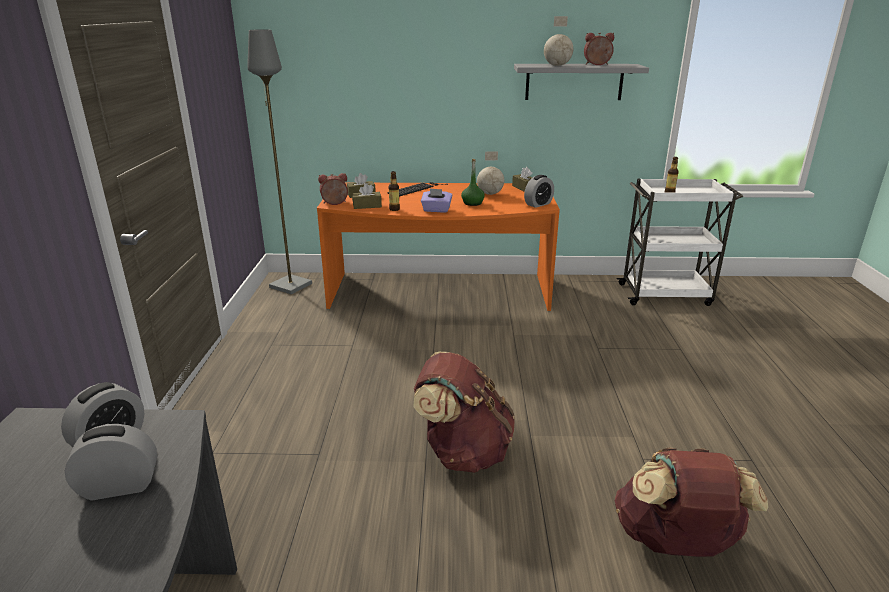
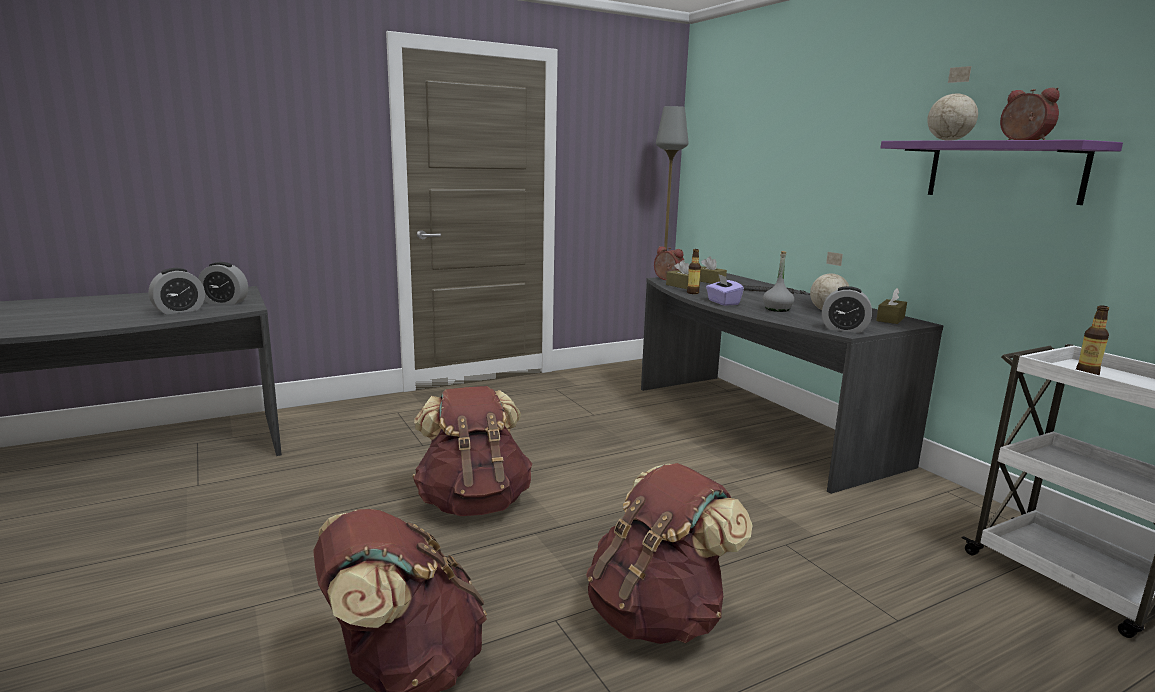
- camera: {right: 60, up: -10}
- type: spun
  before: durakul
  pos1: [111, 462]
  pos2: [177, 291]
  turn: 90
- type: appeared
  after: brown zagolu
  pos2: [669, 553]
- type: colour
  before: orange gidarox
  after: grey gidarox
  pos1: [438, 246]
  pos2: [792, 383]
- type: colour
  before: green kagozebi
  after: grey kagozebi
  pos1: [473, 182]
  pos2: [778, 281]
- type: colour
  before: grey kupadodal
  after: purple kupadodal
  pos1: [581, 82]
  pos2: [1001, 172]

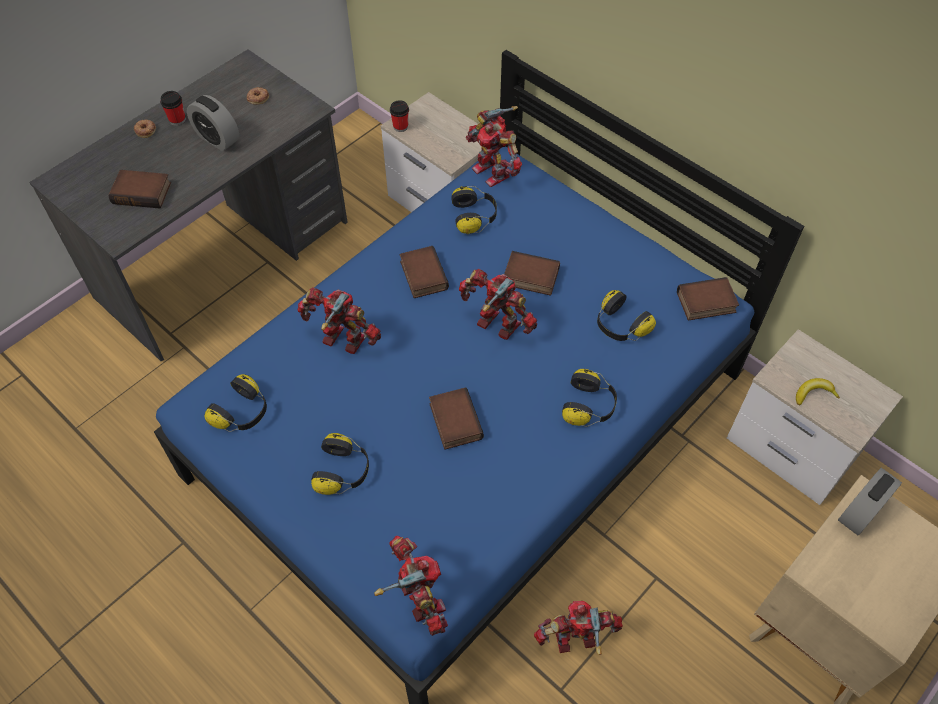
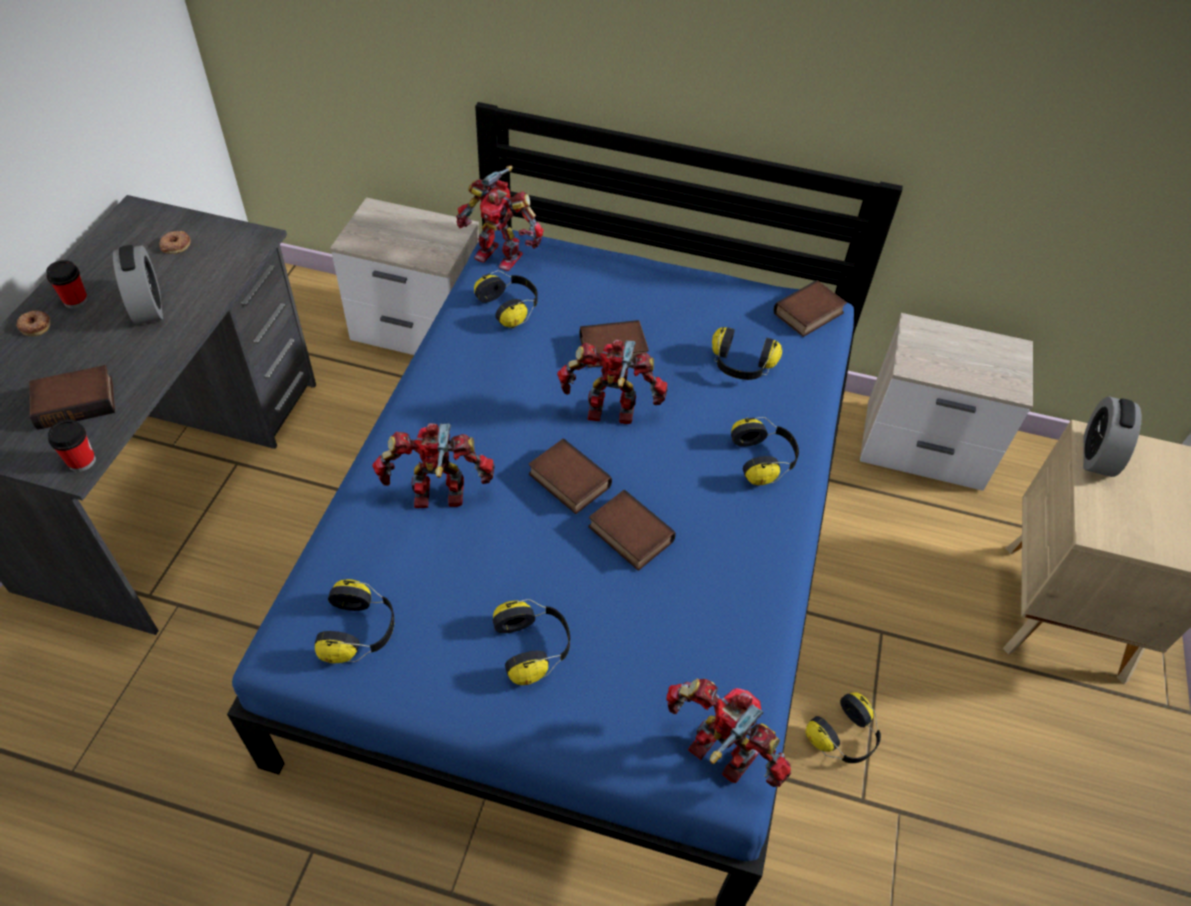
- camera: {right: -30, up: -5}
- type: relocated
  before: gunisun
  pos1: [399, 116]
  pos2: [72, 446]
- type: spun
  before: durakul
  pos1: [213, 123]
  pos2: [138, 285]
  turn: -120
- type: relocated
  before: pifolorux
  pos1: [424, 272]
  pos2: [570, 476]
- type: exchanged
  before: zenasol
  after: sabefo
  pos1: [578, 628]
  pos2: [843, 727]
- type: missing
  before: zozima
  pos1: [818, 391]

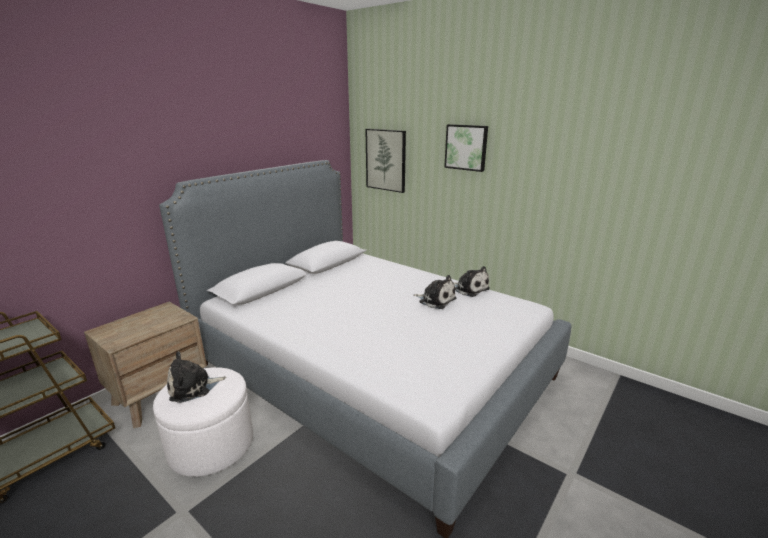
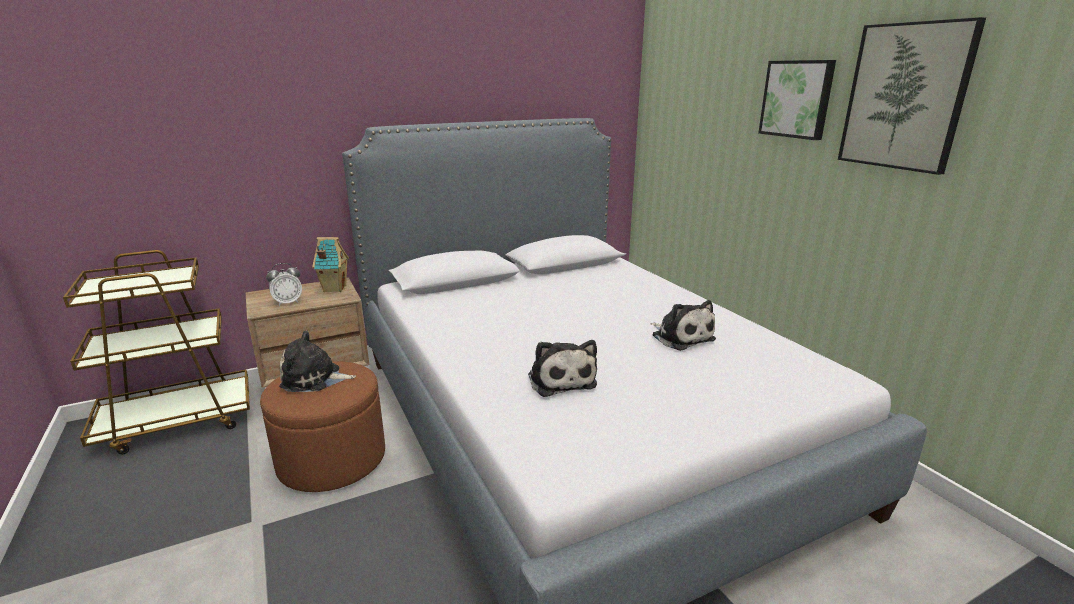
- camera: {right: 25, up: 0}
- type: colour
  before: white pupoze
  after: brown pupoze
  pos1: [203, 422]
  pos2: [322, 426]
- type: appeared
  after: durakul
  pos2: [284, 284]
- type: appeared
  after: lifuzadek
  pos2: [330, 264]
- type: relocated
  before: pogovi
  pos1: [471, 281]
  pos2: [562, 368]
- type: relocated
  before: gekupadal
  pos1: [386, 161]
  pos2: [912, 96]

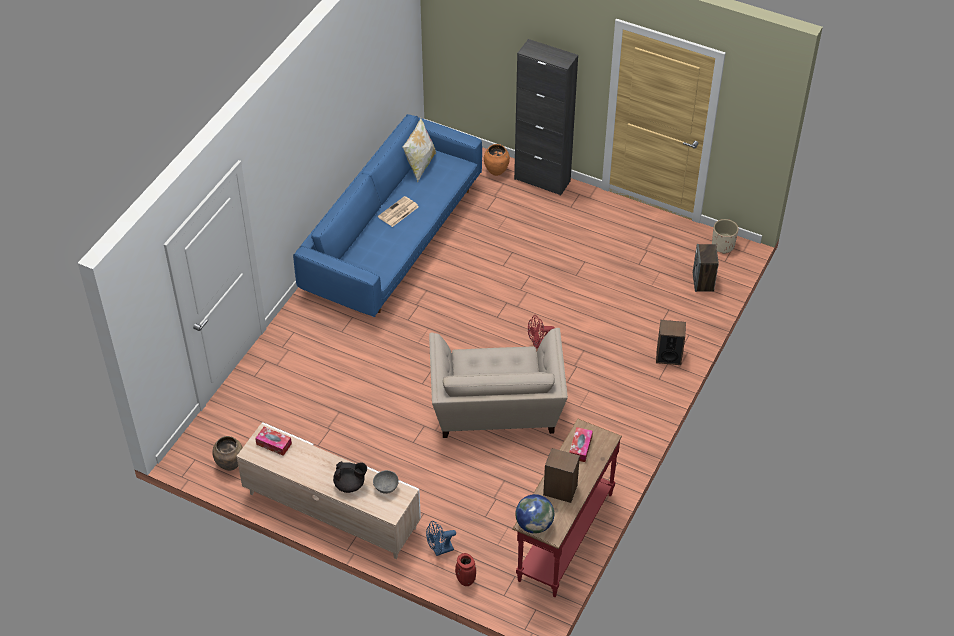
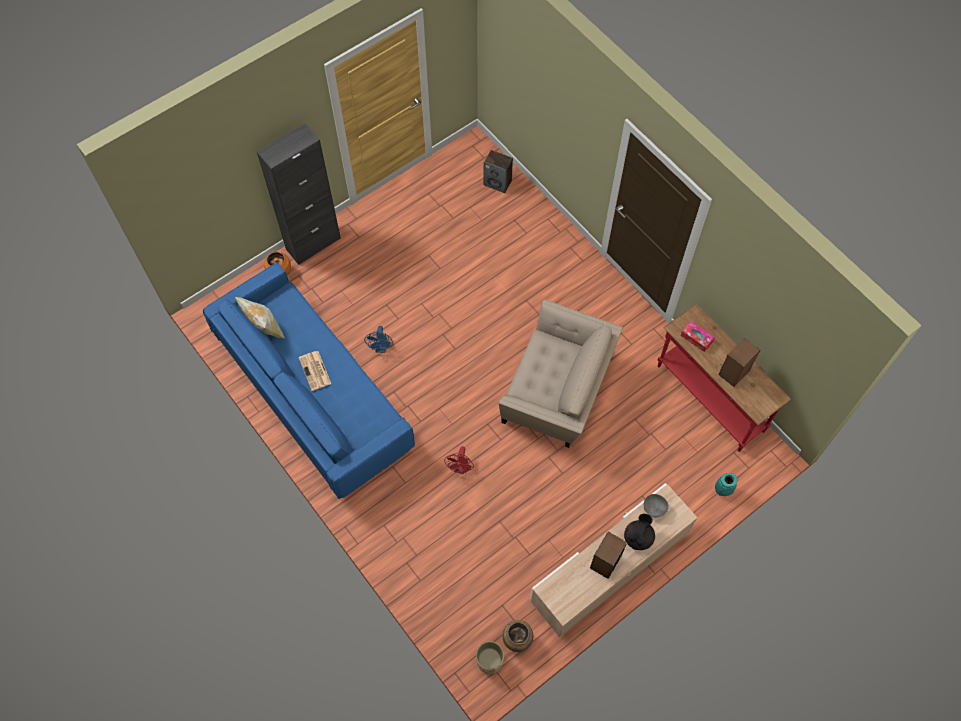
- camera: {right: -65, up: 15}
- type: relocated
  before: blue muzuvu
  pos1: [441, 538]
  pos2: [378, 339]
- type: relocated
  before: red muzuvu
  pos1: [541, 331]
  pos2: [459, 460]
- type: relocated
  before: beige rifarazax
  pos1: [725, 236]
  pos2: [490, 657]
- type: relocated
  before: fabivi
  pos1: [671, 342]
  pos2: [608, 555]
- type: colour
  before: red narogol
  after: turquoise narogol
  pos1: [465, 569]
  pos2: [726, 484]
- type: missing
  before: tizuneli
  pos1: [273, 441]
- type: missing
  before: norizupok
  pos1: [534, 514]

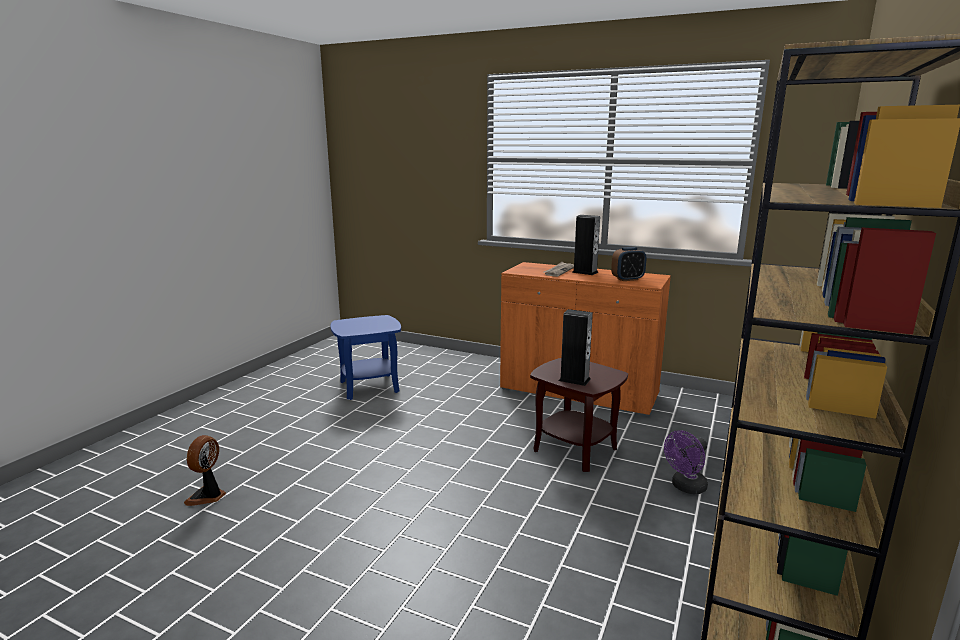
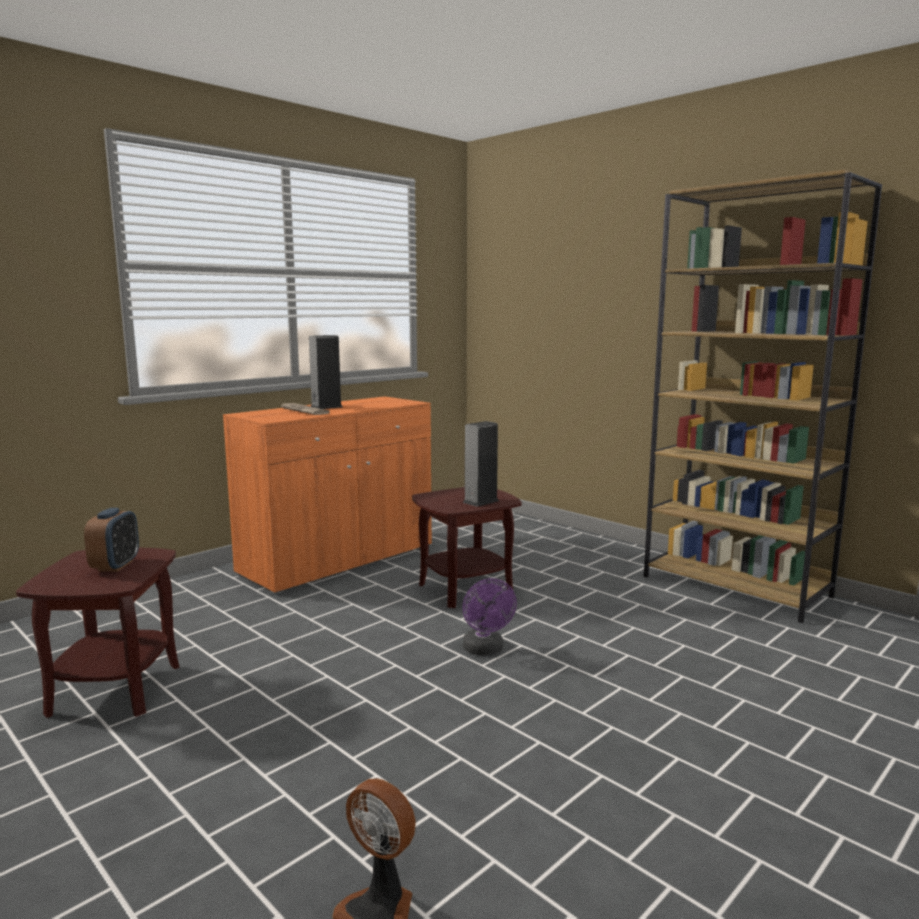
- camera: {right: -70, up: -5}
- type: colour
  before: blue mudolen
  after: brown mudolen
  pos1: [366, 357]
  pos2: [98, 633]
- type: relocated
  before: durakul
  pos1: [628, 264]
  pos2: [111, 540]
- type: relocated
  before: purple muzuvu
  pos1: [686, 462]
  pos2: [489, 617]

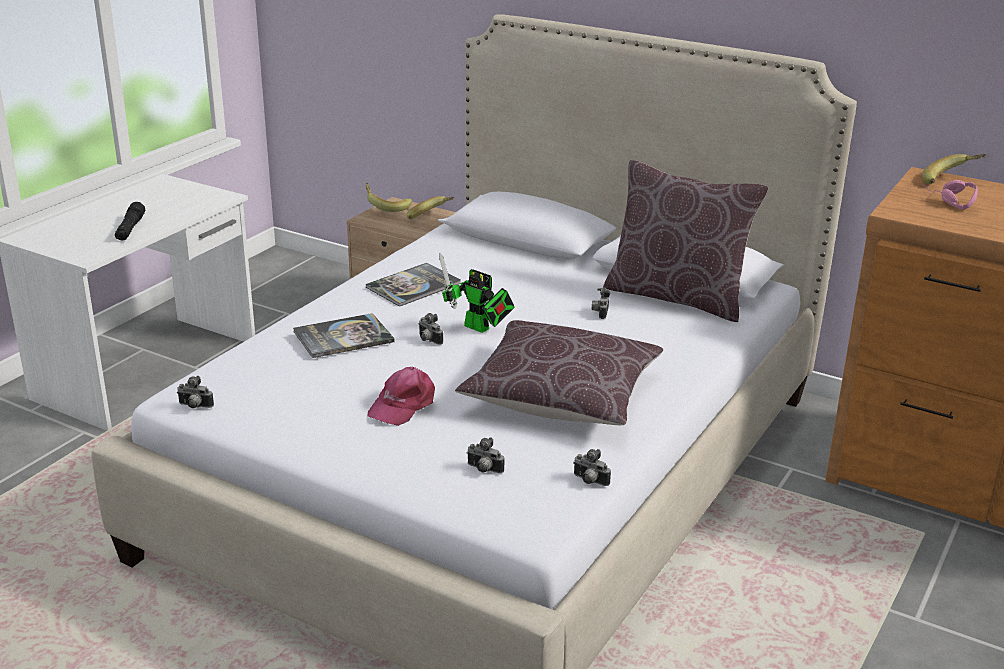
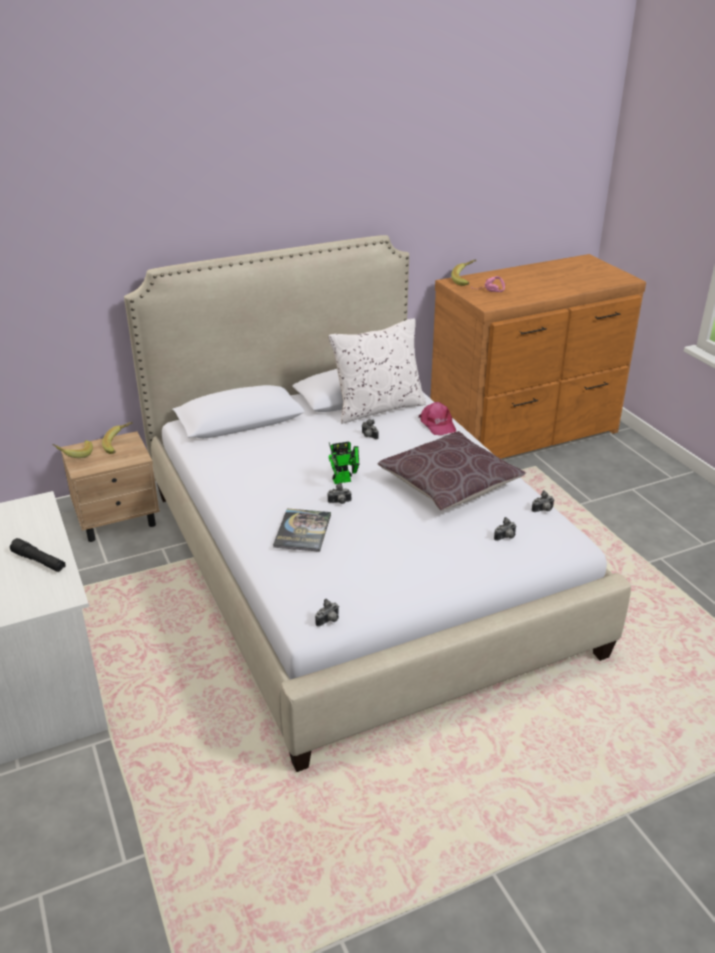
- camera: {right: -55, up: 5}
- type: colour
  before: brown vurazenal
  after: white vurazenal
  pos1: [686, 241]
  pos2: [377, 371]
- type: relocated
  before: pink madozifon
  pos1: [401, 396]
  pos2: [437, 418]
- type: missing
  before: pifolorux
  pos1: [413, 285]

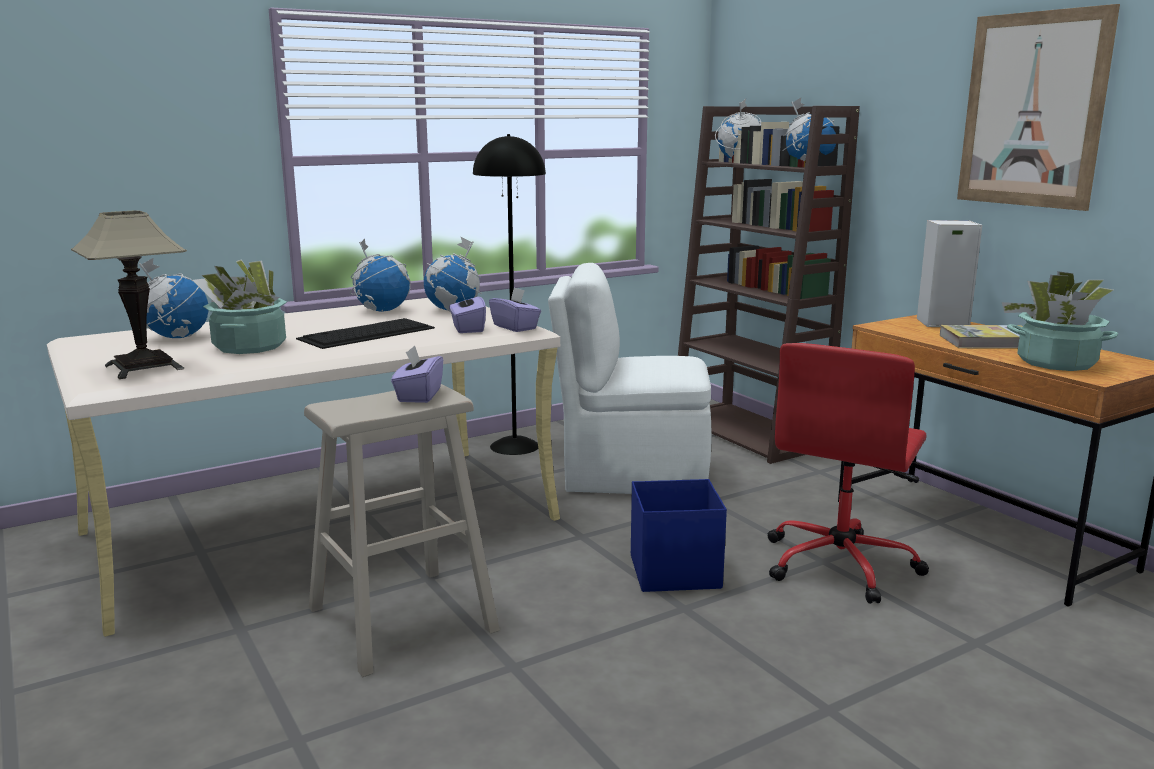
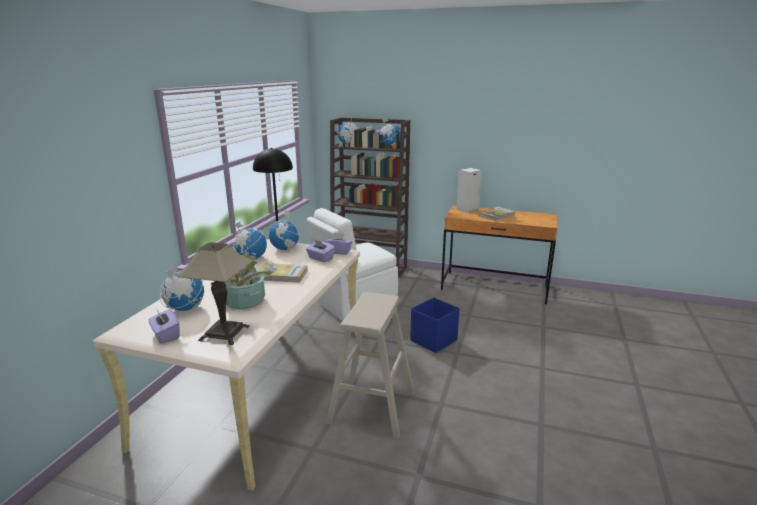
- camera: {right: -40, up: 5}
- type: relocated
  before: purple tizuneli
  pos1: [417, 374]
  pos2: [164, 326]
- type: exchanged
  before: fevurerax
  after: pifolorux
  pos1: [365, 333]
  pos2: [283, 273]
- type: missing
  before: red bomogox
  pos1: [848, 473]
- type: missing
  before: gekupadal
  pos1: [1038, 107]
- type: missing
  before: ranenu
  pos1: [1060, 321]

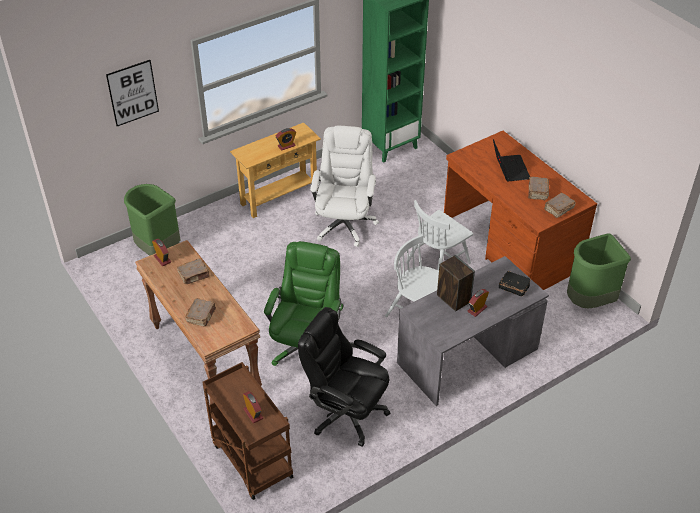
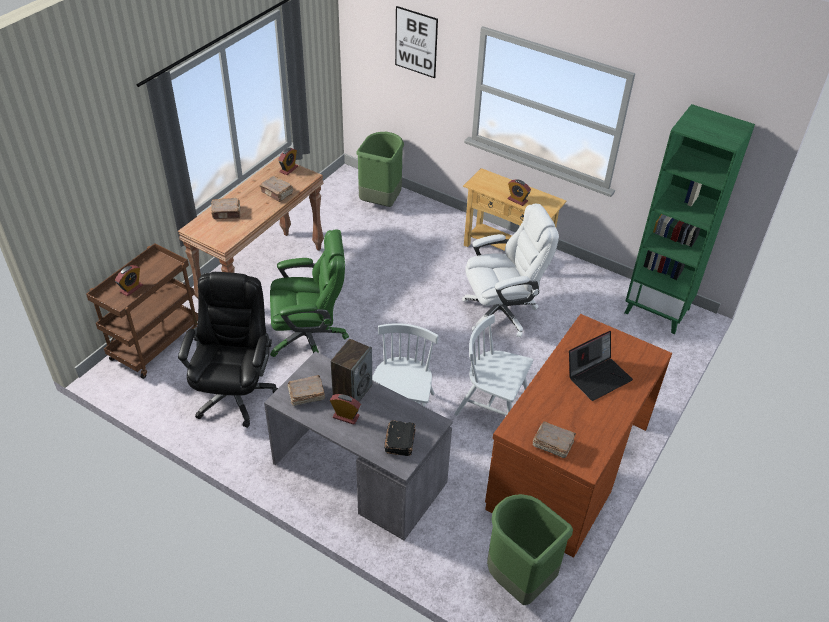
- camera: {right: 65, up: 0}
- type: relocated
  before: brown pifolorux
  pos1: [538, 188]
  pos2: [306, 390]

